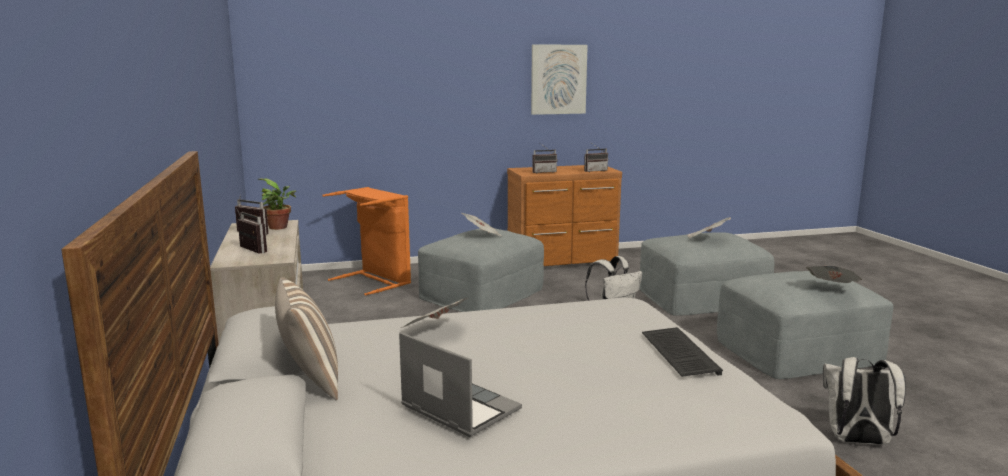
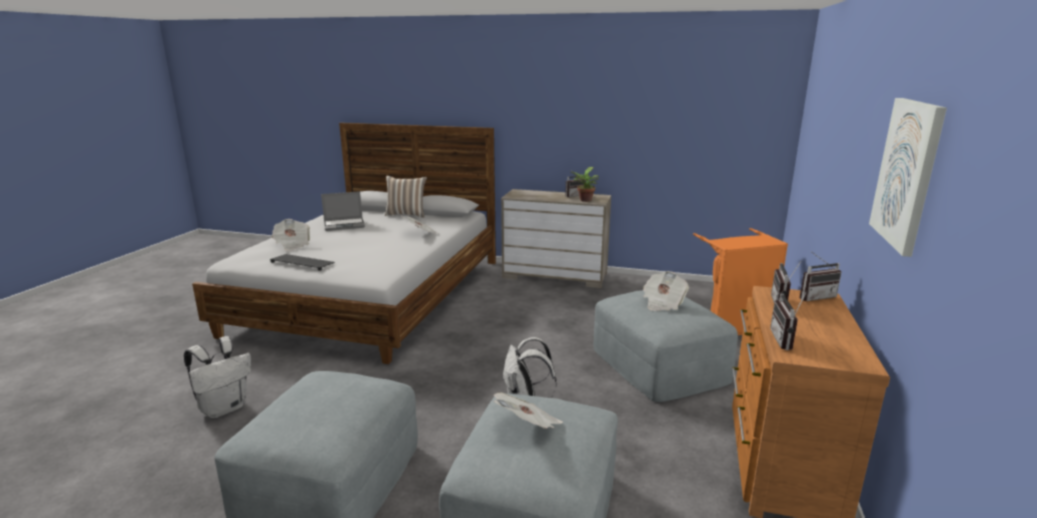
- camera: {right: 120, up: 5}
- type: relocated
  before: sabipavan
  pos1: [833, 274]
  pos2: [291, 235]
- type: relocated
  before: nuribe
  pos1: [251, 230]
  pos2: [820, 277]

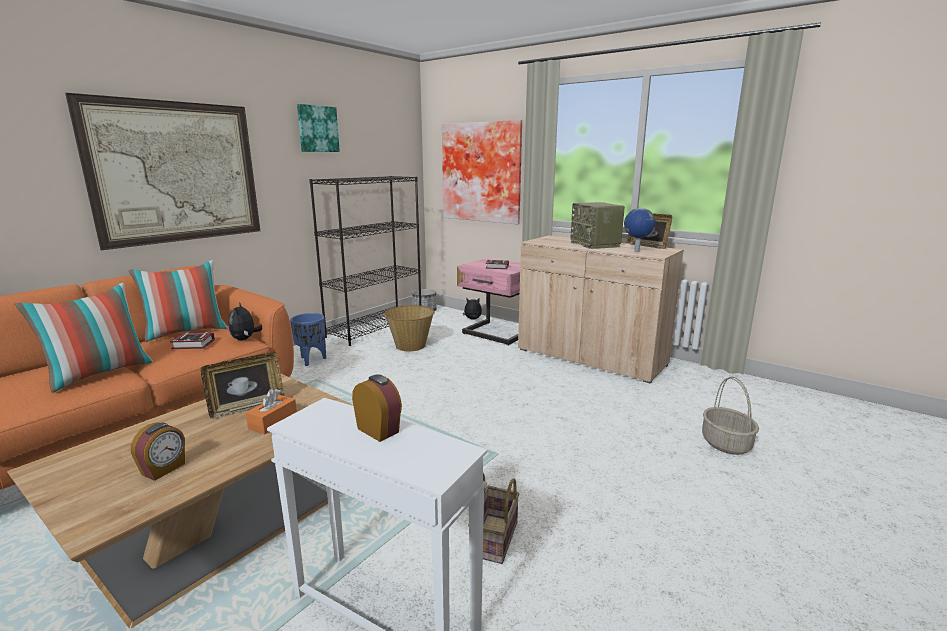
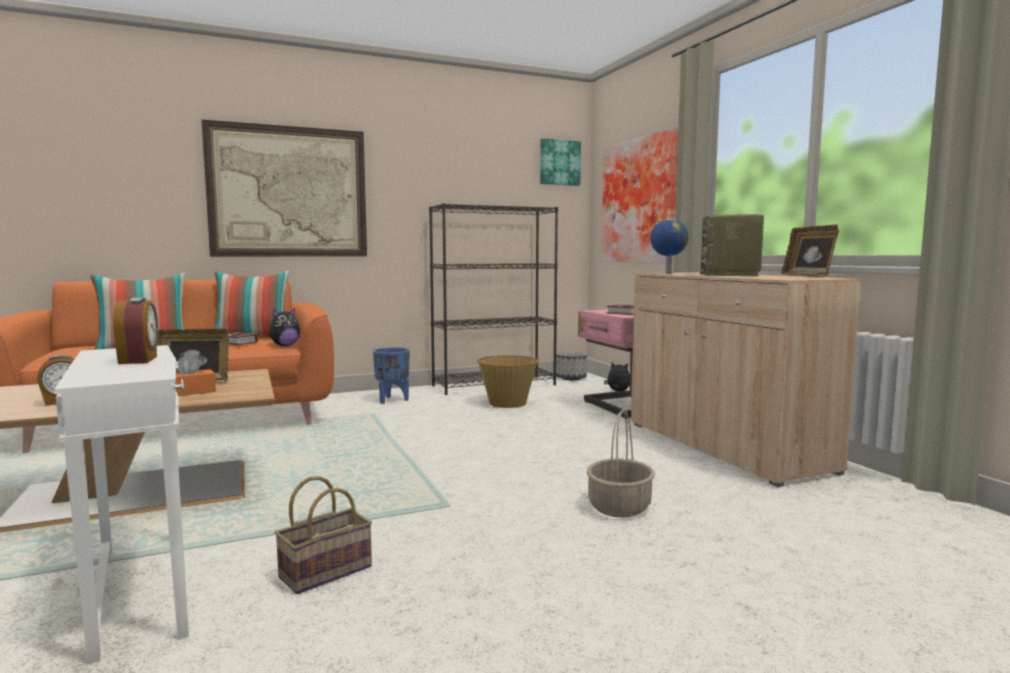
- camera: {right: 30, up: -10}
- type: spun
  before: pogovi
  pos1: [245, 321]
  pos2: [284, 327]
  turn: -150
- type: relocated
  before: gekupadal
  pos1: [318, 128]
  pos2: [560, 162]
- type: relocated
  before: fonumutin
  pos1: [730, 415]
  pos2: [620, 463]
- type: relocated
  before: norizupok
  pos1: [639, 230]
  pos2: [669, 246]

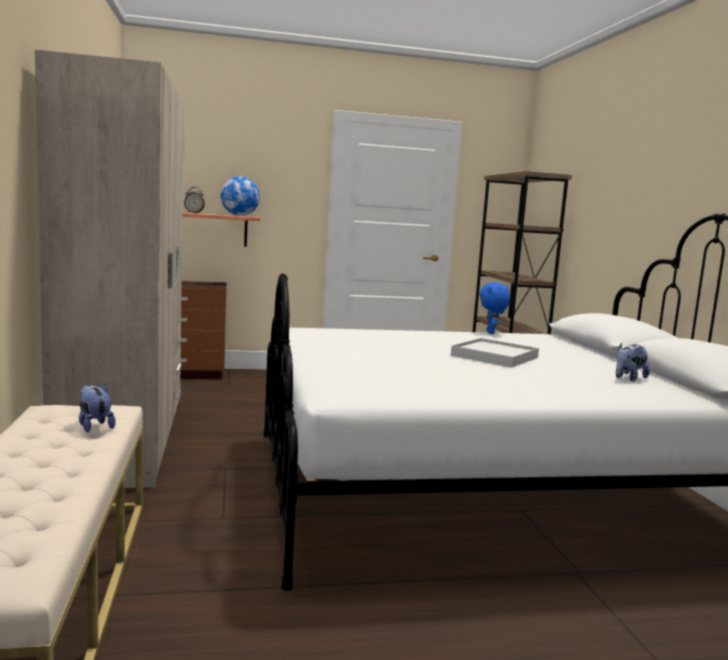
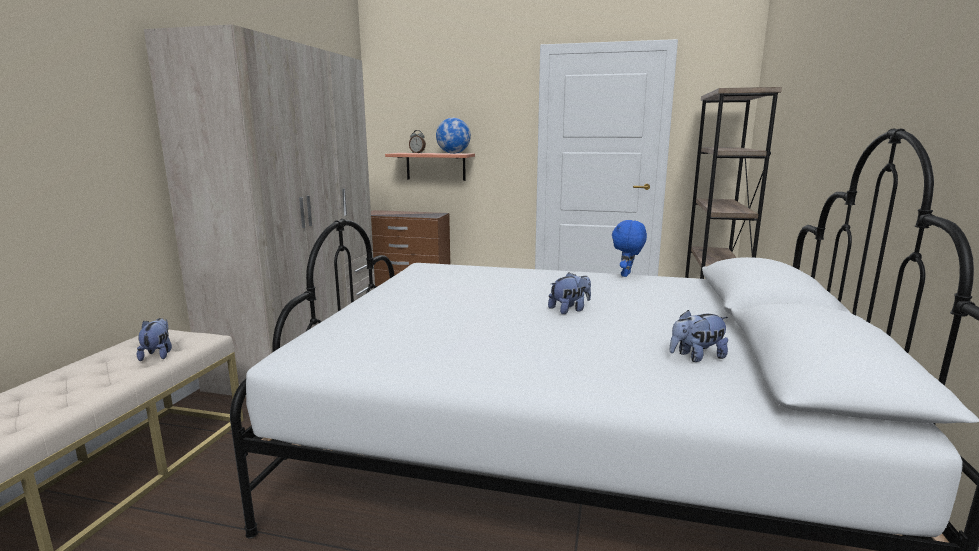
- camera: {right: 25, up: 5}
- type: exchanged
  before: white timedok
  after: pogovi
  pos1: [495, 352]
  pos2: [569, 293]

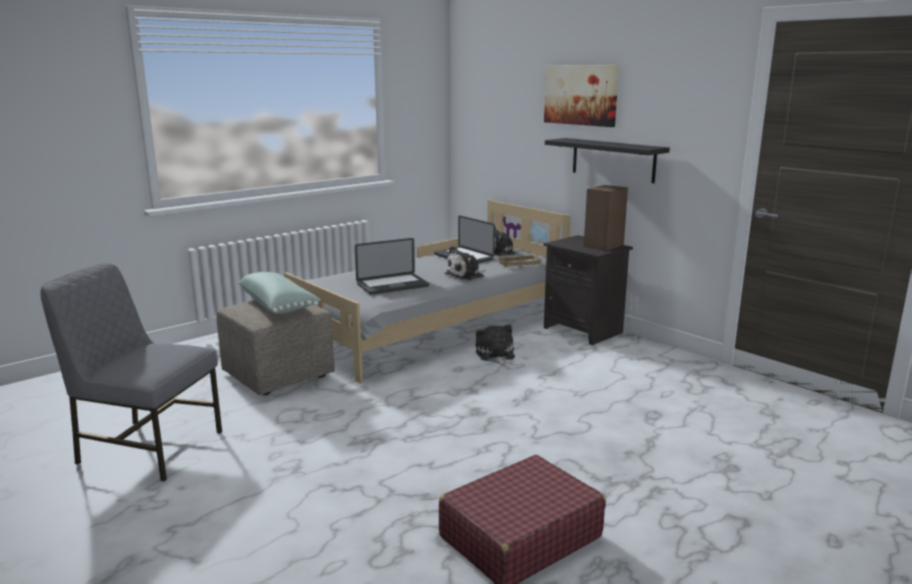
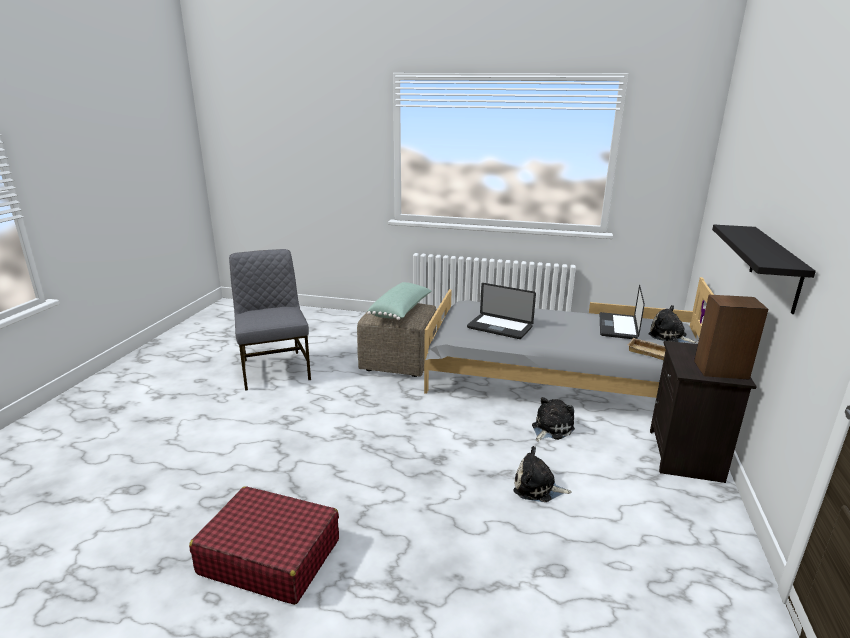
- camera: {right: 55, up: 5}
- type: relocated
  before: pogovi
  pos1: [465, 263]
  pos2: [542, 474]
- type: missing
  before: gekupadal
  pos1: [581, 96]

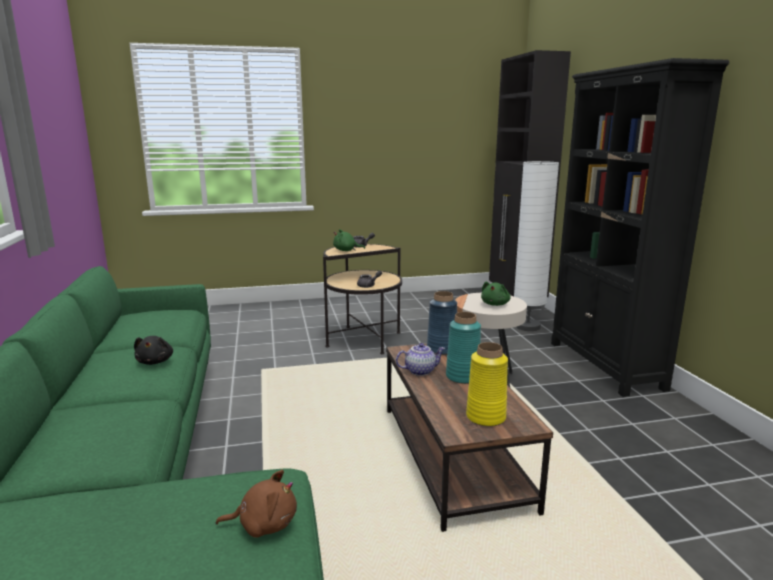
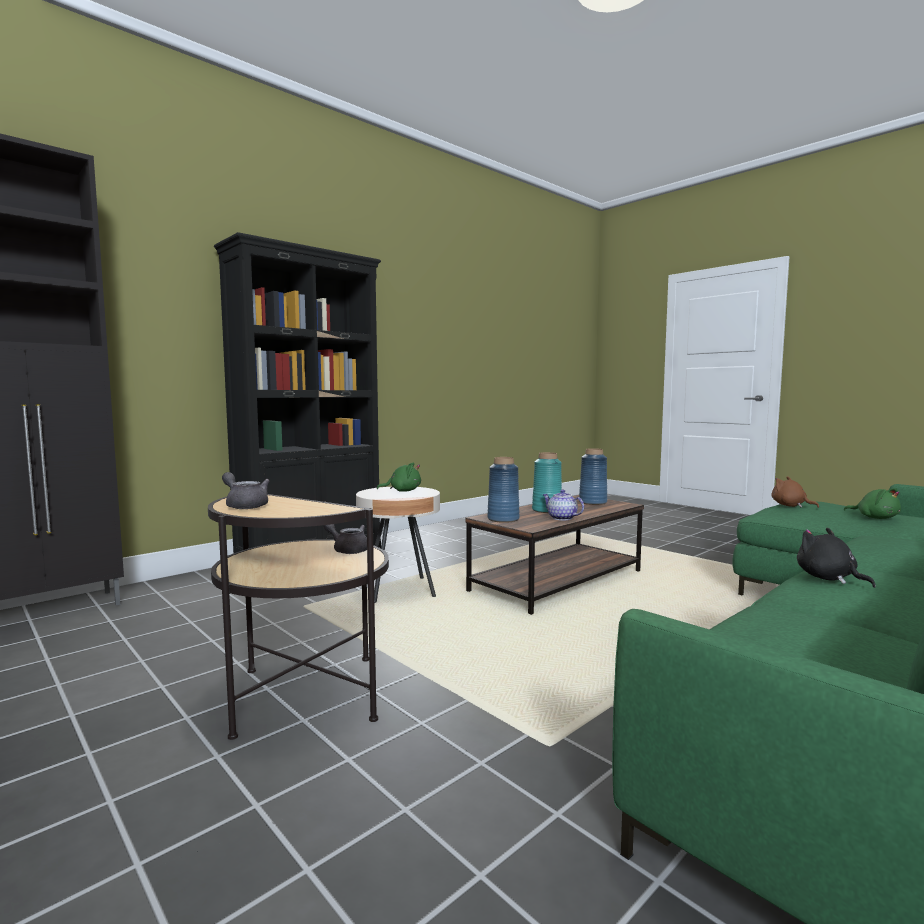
- camera: {right: -120, up: -10}
- type: colour
  before: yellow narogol
  after: blue narogol
  pos1: [487, 384]
  pos2: [593, 476]
- type: spun
  before: black pogovi
  pos1: [153, 350]
  pos2: [836, 558]
  turn: -75
- type: relocated
  before: green pogovi
  pos1: [349, 240]
  pos2: [872, 503]
- type: missing
  before: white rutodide
  pos1: [536, 246]

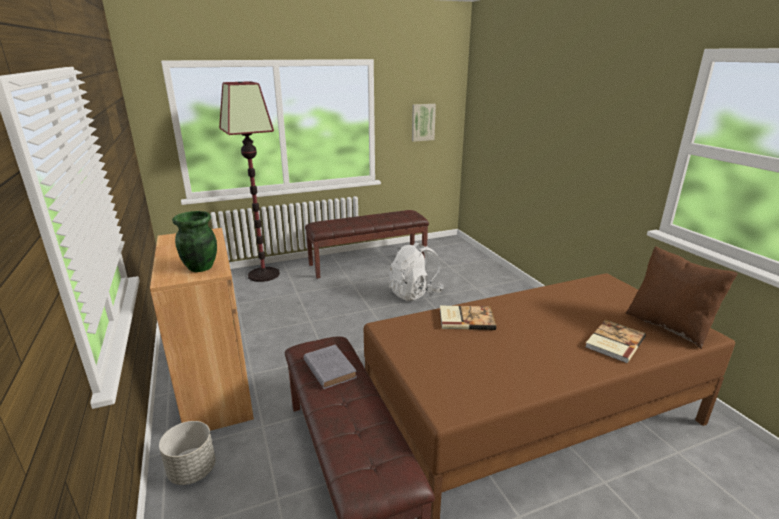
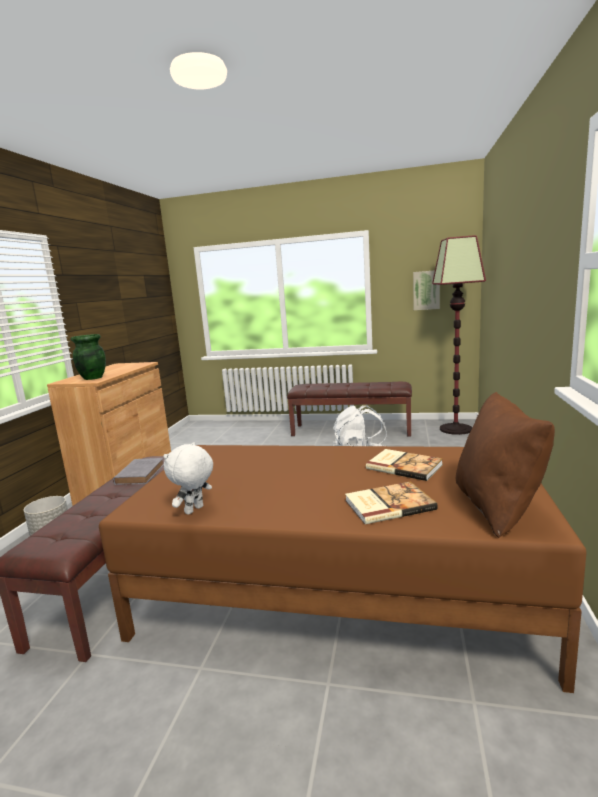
- camera: {right: 35, up: -10}
- type: appeared
  after: white pogovi
  pos2: [188, 478]
- type: relocated
  before: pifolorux
  pos1: [468, 318]
  pos2: [404, 465]
- type: relocated
  before: rutodide
  pos1: [249, 181]
  pos2: [459, 335]

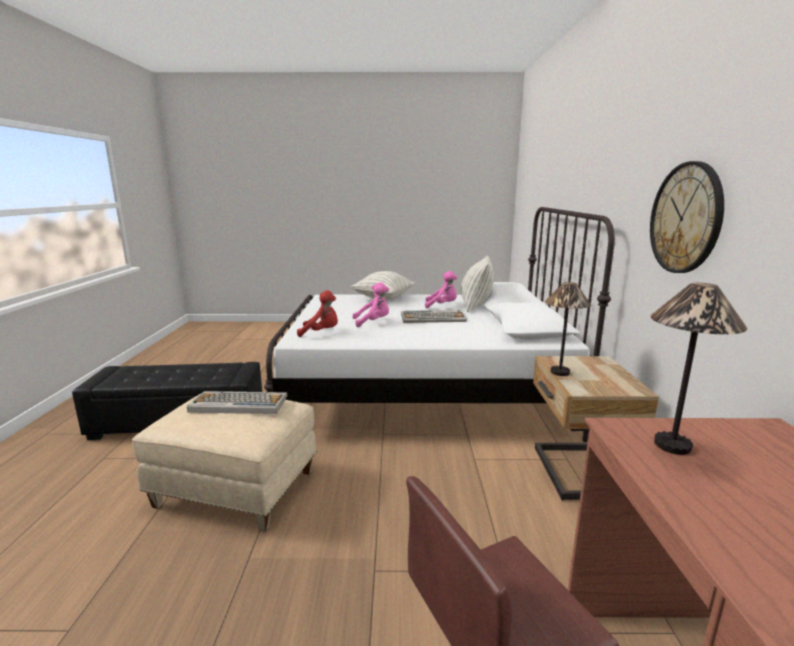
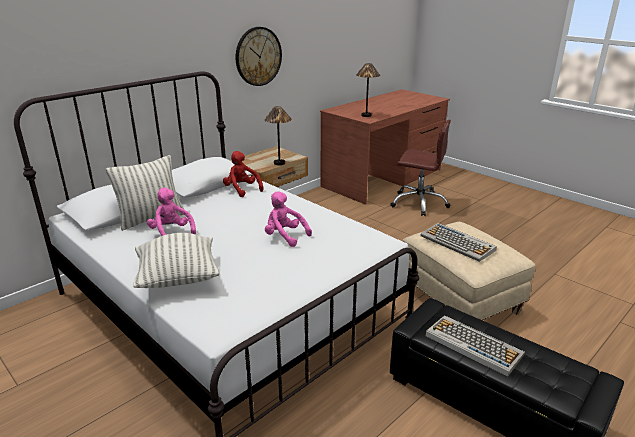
- camera: {right: -135, up: 10}
- type: relocated
  before: red pogovi
  pos1: [317, 313]
  pos2: [243, 174]
- type: relocated
  before: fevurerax
  pos1: [434, 316]
  pos2: [475, 346]

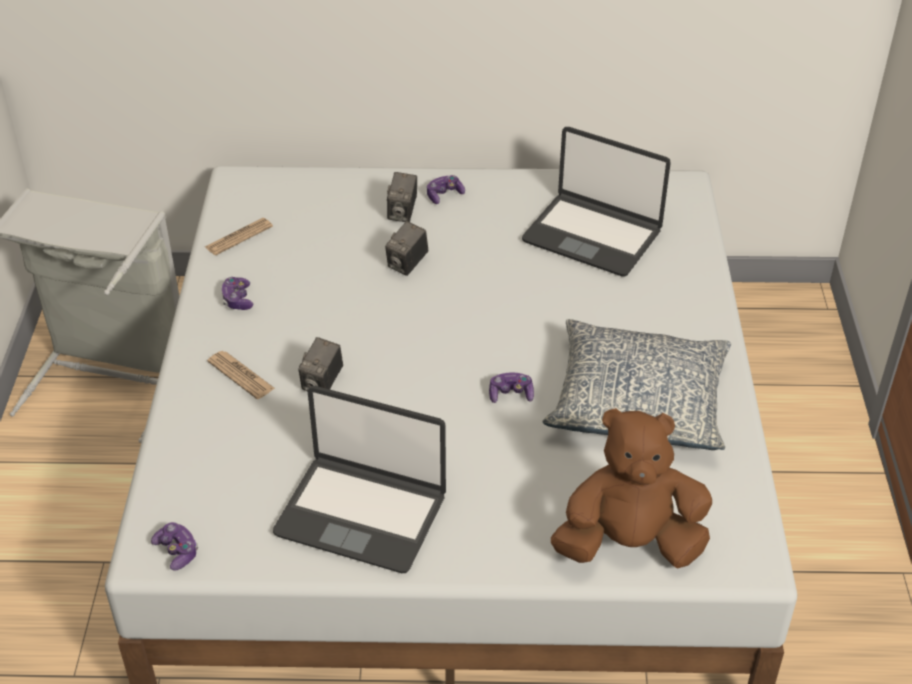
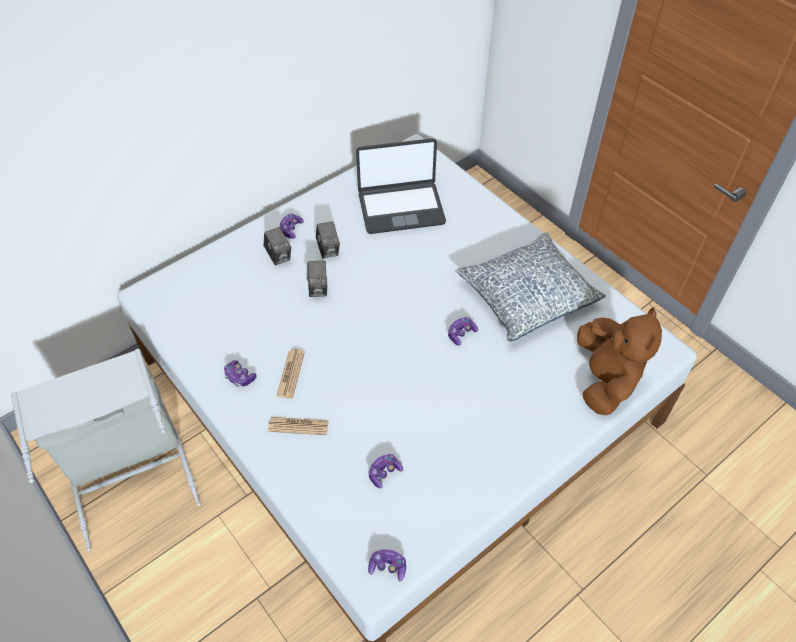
- camera: {right: -40, up: 10}
- type: relocated
  before: sabipavan
  pos1: [239, 236]
  pos2: [290, 373]
- type: relocated
  before: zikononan
  pos1: [320, 364]
  pos2: [328, 239]
- type: appeared
  after: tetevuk
  pos2: [386, 471]
- type: spun
  before: brown pogovi
  pos1: [631, 488]
  pos2: [619, 361]
  turn: 135
- type: missing
  before: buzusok
  pos1: [359, 479]

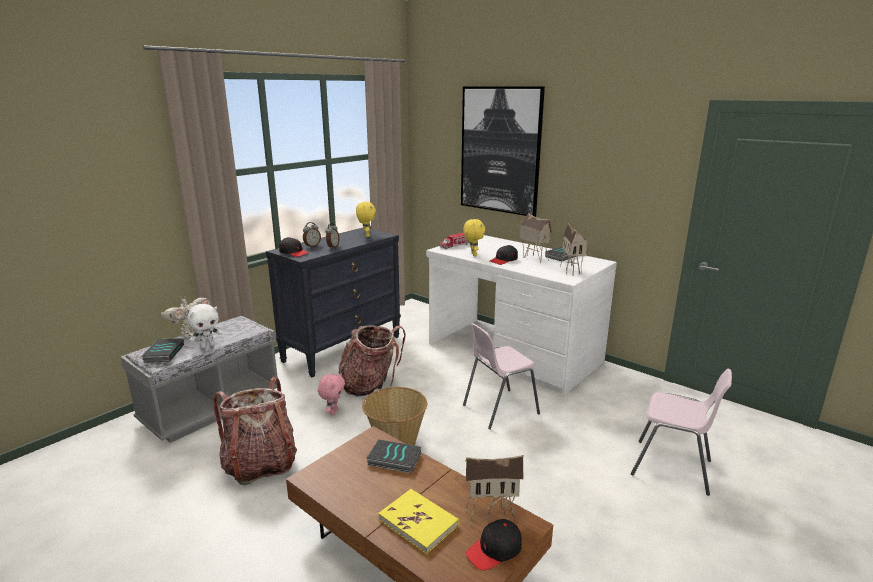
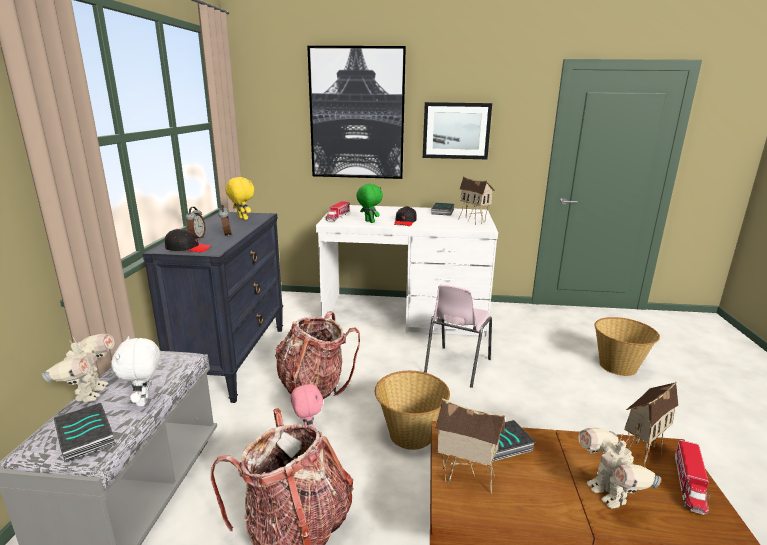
- camera: {right: -35, up: 0}
- type: spun
  before: white pogovi
  pos1: [205, 326]
  pos2: [135, 371]
  turn: 150
- type: colour
  before: yellow pogovi
  after: green pogovi
  pos1: [474, 237]
  pos2: [369, 203]
- type: appeared
  after: gekupadal
  pos2: [457, 130]
- type: relocated
  before: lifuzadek
  pos1: [535, 238]
  pos2: [470, 446]
- type: exchanged
  before: yellow pifolorux
  after: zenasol
  pos1: [418, 521]
  pos2: [619, 468]
- type: exchanged
  before: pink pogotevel
  after: fonumutin
  pos1: [681, 432]
  pos2: [627, 346]
- type: exchanged
  before: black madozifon
  after: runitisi
  pos1: [494, 545]
  pos2: [693, 477]

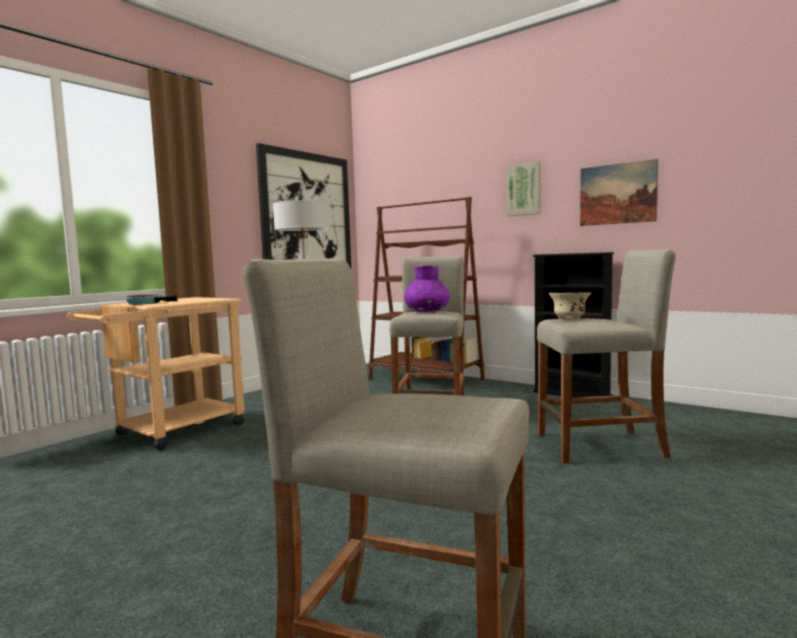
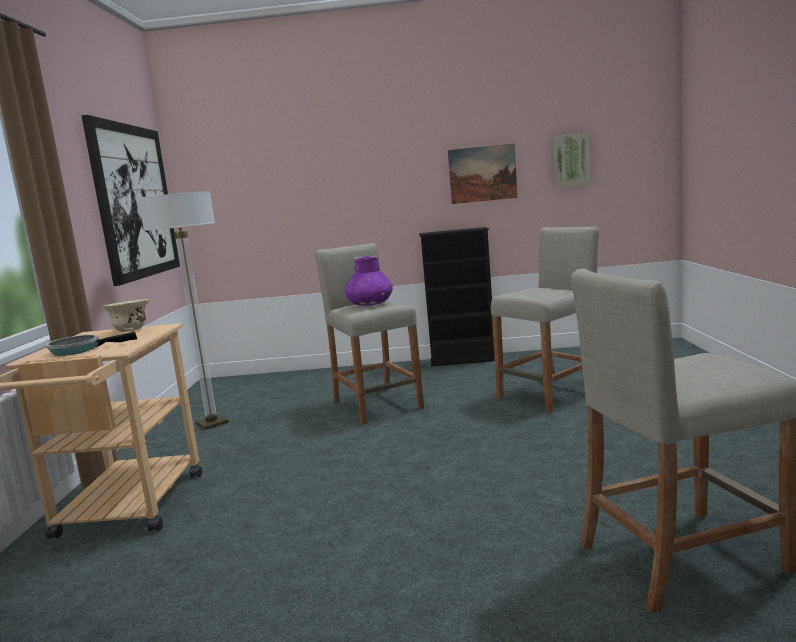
- camera: {right: -35, up: 5}
- type: relocated
  before: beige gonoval
  pos1: [570, 306]
  pos2: [125, 315]
- type: relocated
  before: gekupadal
  pos1: [524, 188]
  pos2: [572, 160]
- type: missing
  before: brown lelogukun
  pos1: [426, 288]

